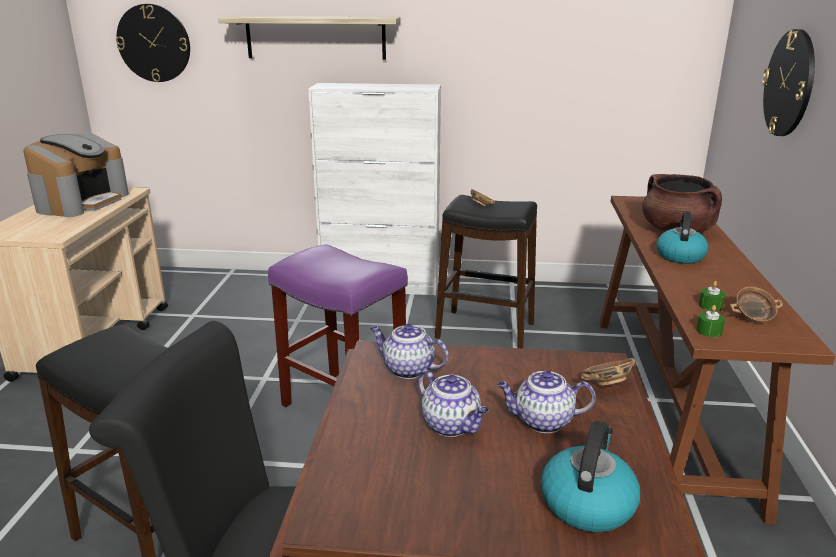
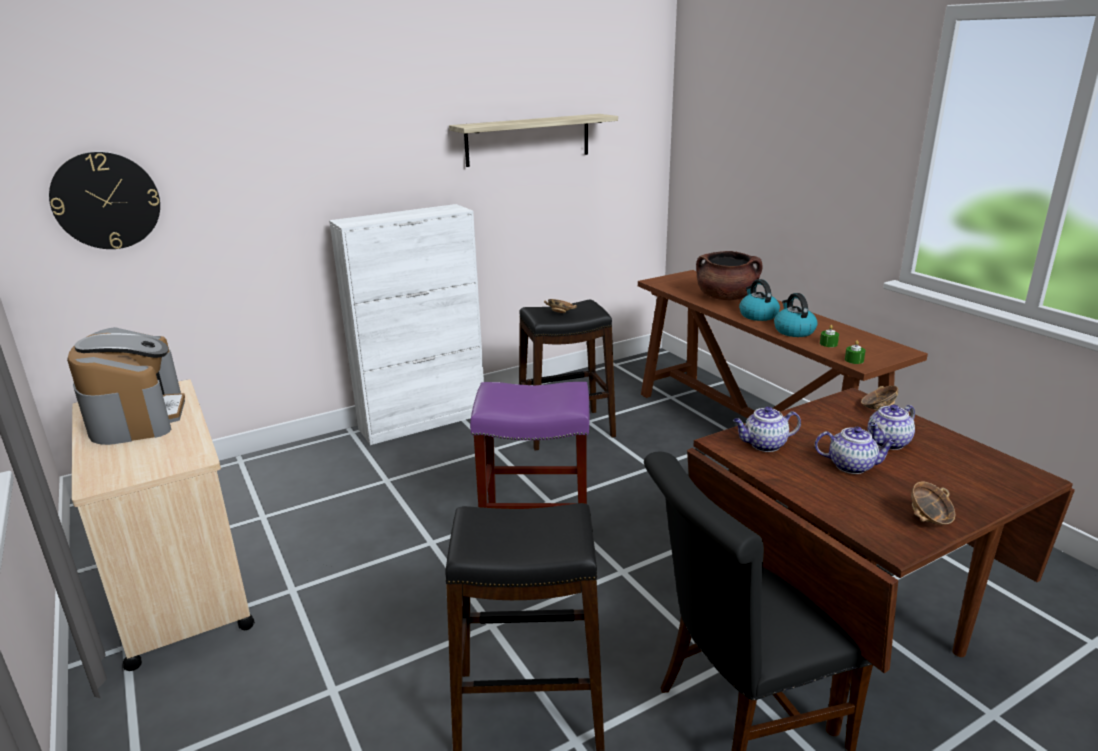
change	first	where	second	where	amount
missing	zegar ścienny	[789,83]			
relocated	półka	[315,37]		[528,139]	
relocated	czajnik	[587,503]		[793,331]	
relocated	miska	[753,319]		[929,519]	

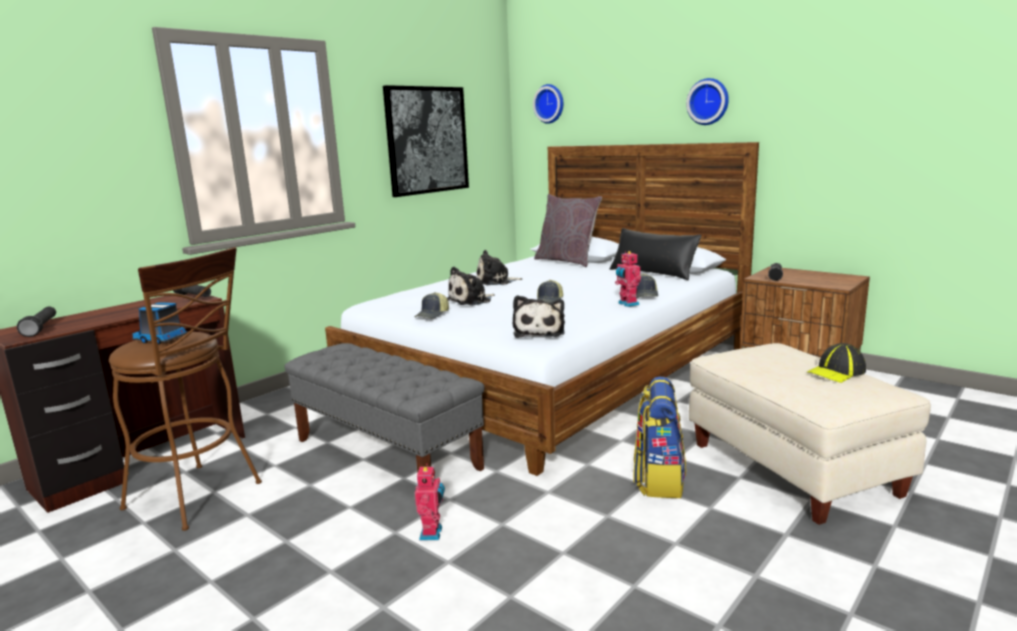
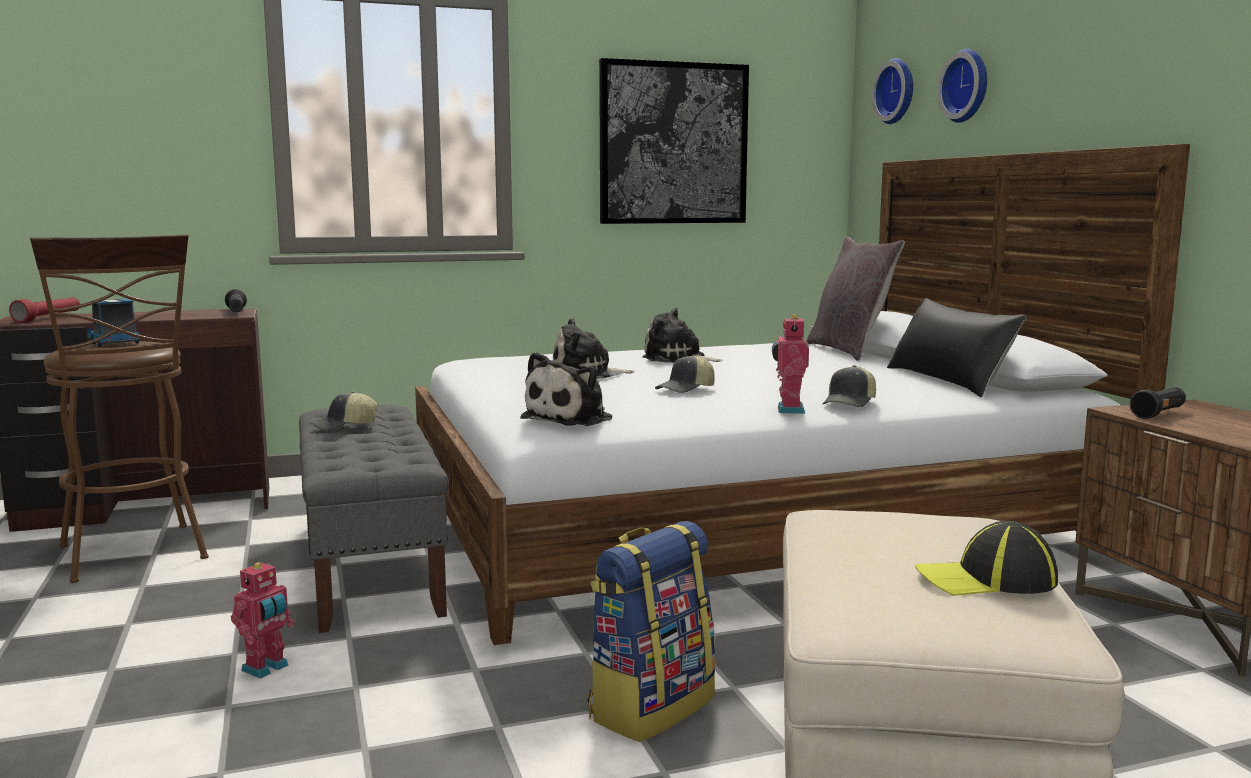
change	first	where	second	where	amount
relocated	czapka z daszkiem	[433,315]		[344,426]	
relocated	zegar ścienny	[708,101]		[968,86]	
colour	latarka/czarny	[41,328]	latarka/czerwony	[48,318]	

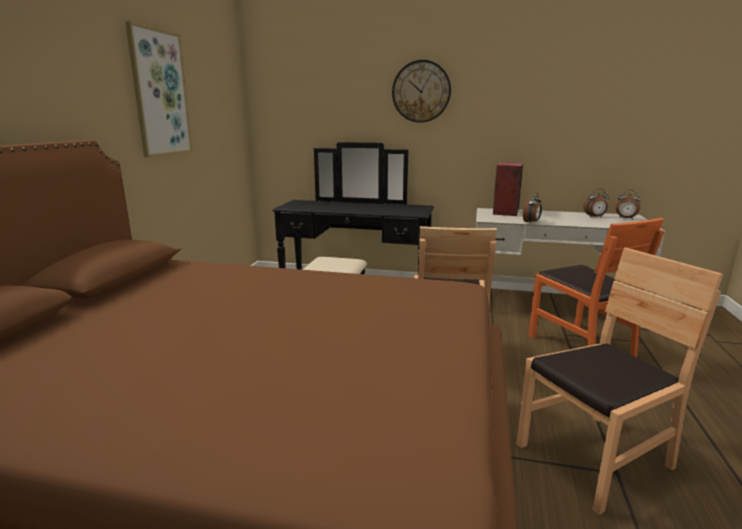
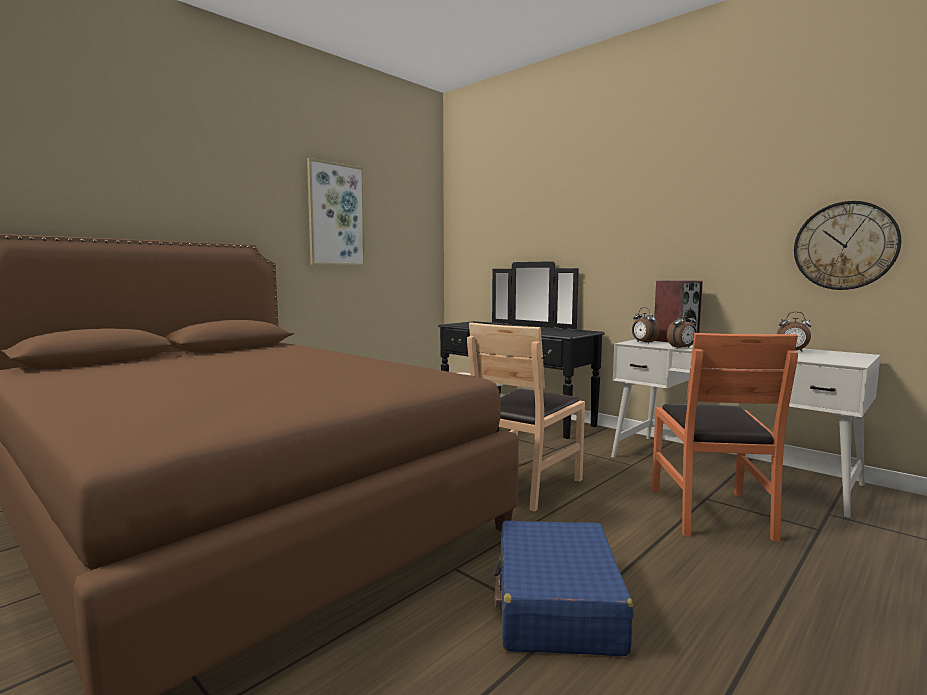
change	first	where	second	where	amount
relocated	zegar ścienny	[421,91]		[845,246]	
relocated	budzik	[625,218]		[643,342]	
exchanged	krzesło/brązowy	[595,458]	walizka/niebieski	[557,605]	

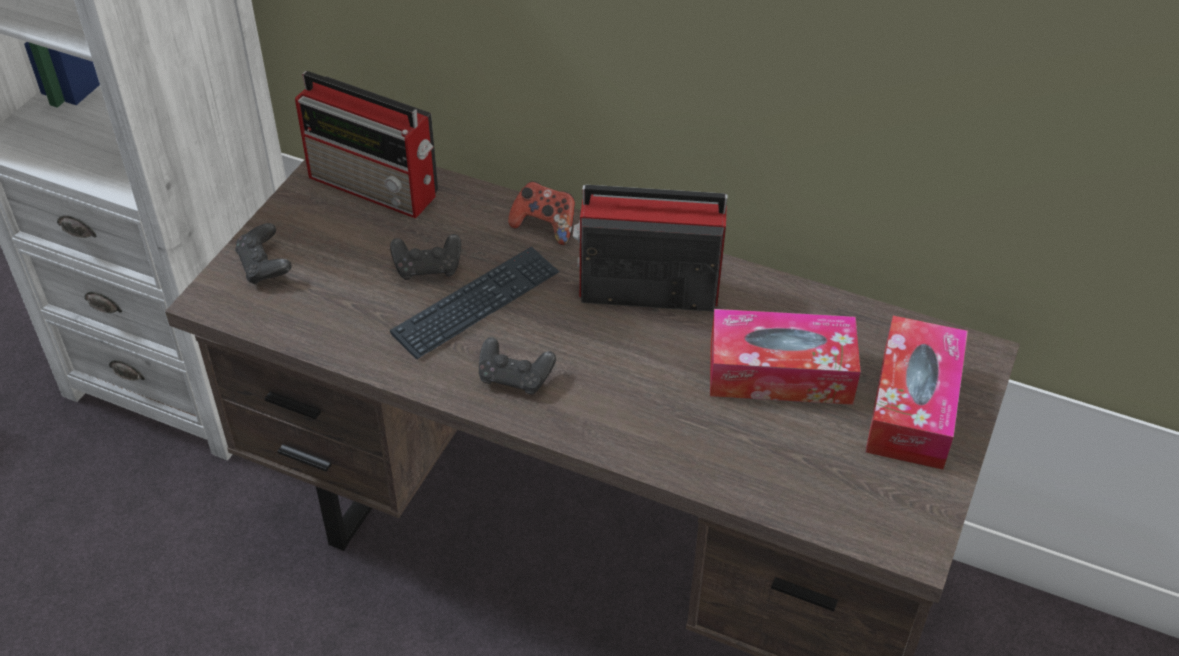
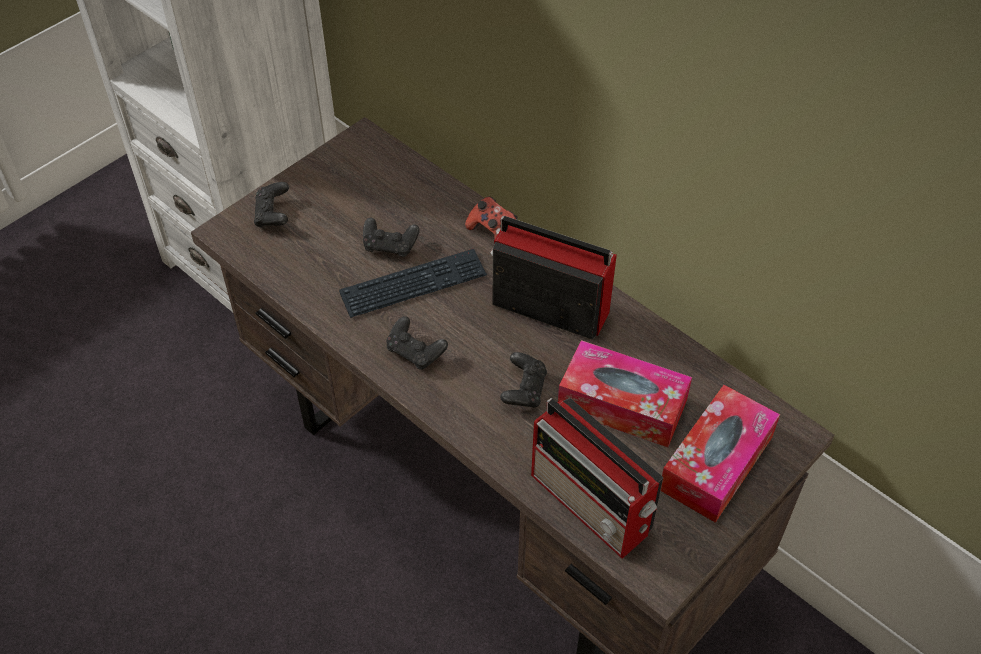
change	first	where	second	where	amount
appeared			pad do gier/czarny	[524,390]	
relocated	radio	[376,187]		[592,506]	

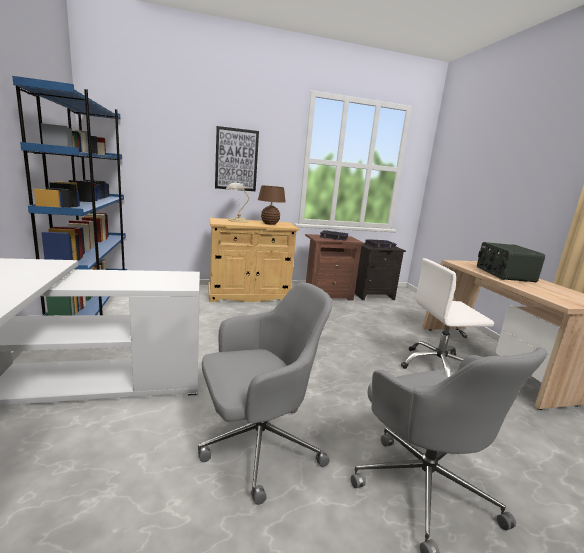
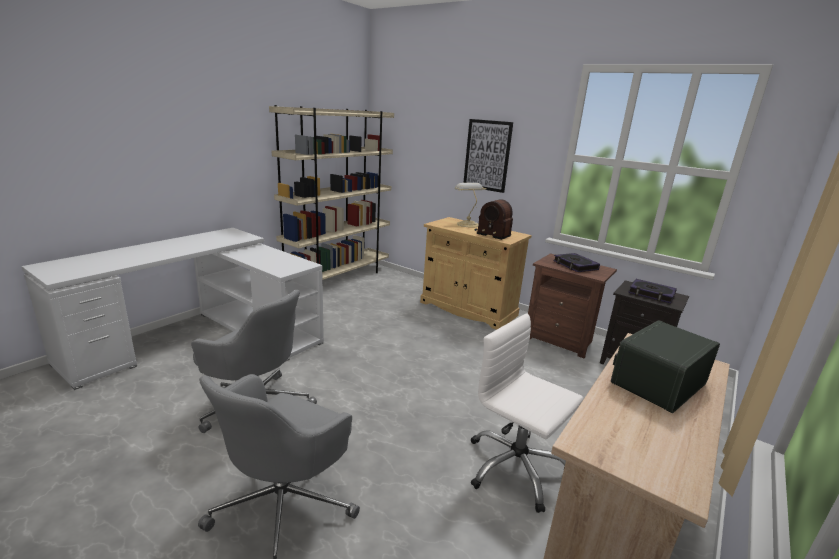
change	first	where	second	where	amount
exchanged	lampa stołowa/brązowy	[270,224]	radio	[492,233]	
colour	regał/niebieski	[93,306]	regał/beżowy	[338,278]	

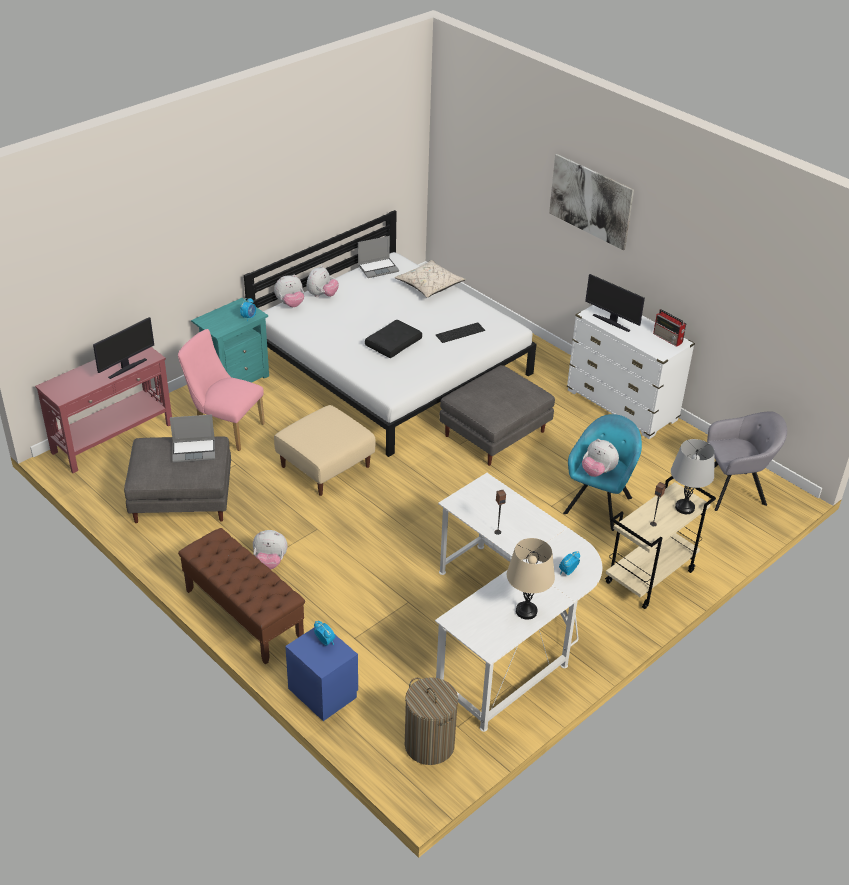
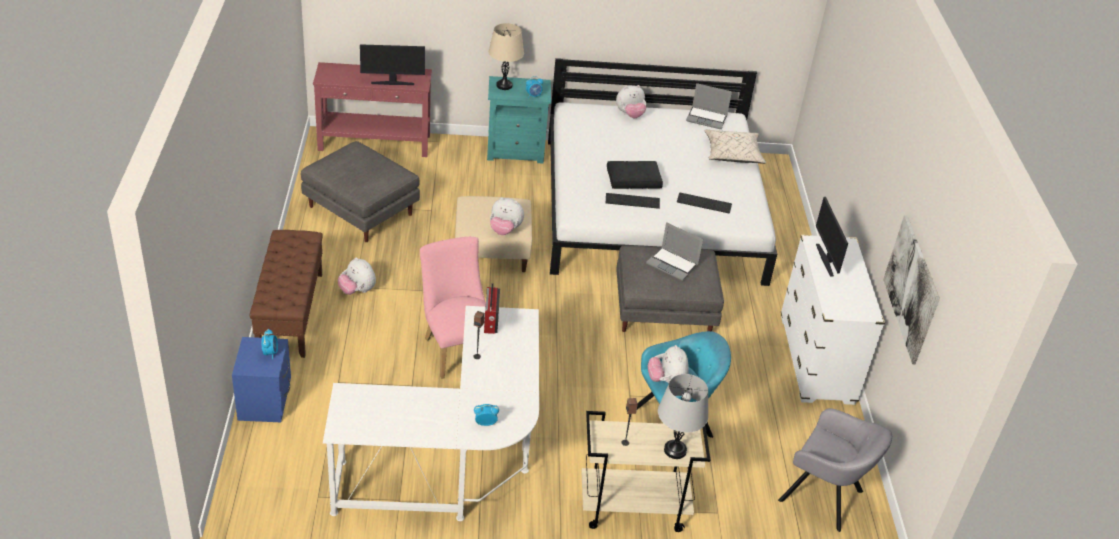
change	first	where	second	where	amount
missing	kosz na pranie	[429,744]			
appeared			klawiatura	[633,200]	
relocated	laptop	[194,451]		[673,264]	
relocated	krzesło/różowy	[225,428]		[456,349]	
relocated	pluszak	[290,304]		[505,230]	
relocated	lampa stołowa/beżowy	[526,611]		[504,86]	
relocated	obraz	[590,201]		[911,288]	
relocated	radio	[668,338]		[490,321]	

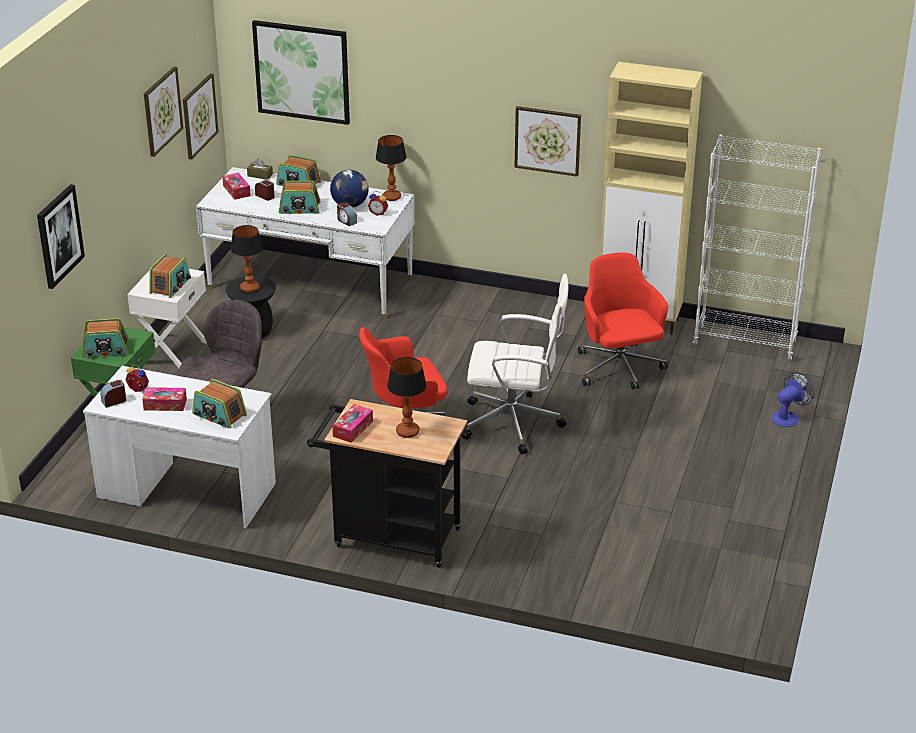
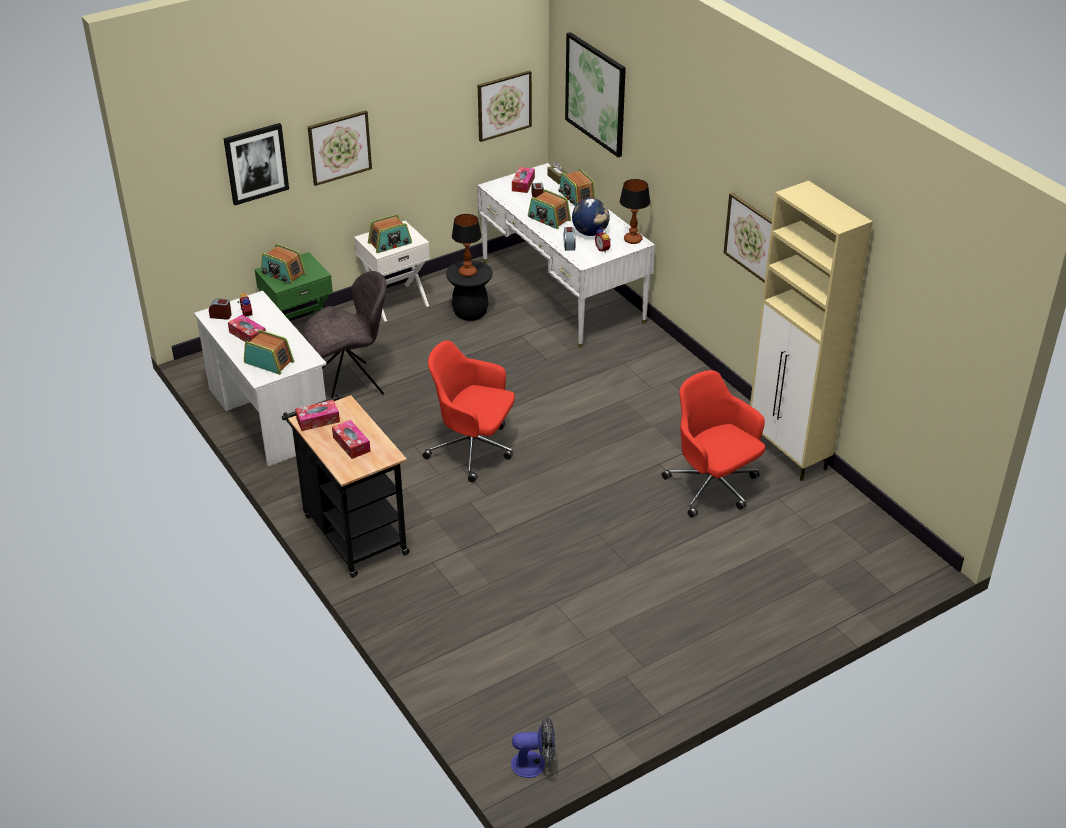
change	first	where	second	where	amount
missing	krzesło biurowe/biały	[515,423]			
missing	regał/biały	[745,342]			
relocated	obraz	[162,111]		[339,147]	
relocated	wentylator	[788,417]		[534,764]	
exchanged	lampa stołowa	[408,431]	pudełko chusteczek	[351,444]	
spun	radio	[219,415]		[269,362]	135 degrees clockwise
spun	krzesło biurowe/czerwony	[619,369]		[713,487]	60 degrees counterclockwise

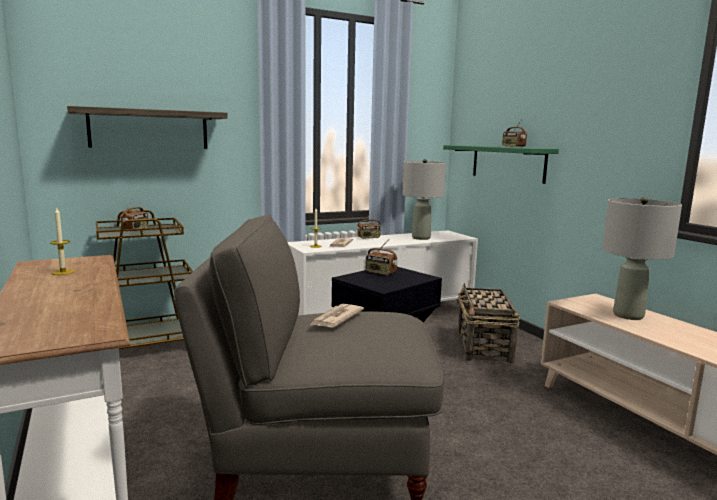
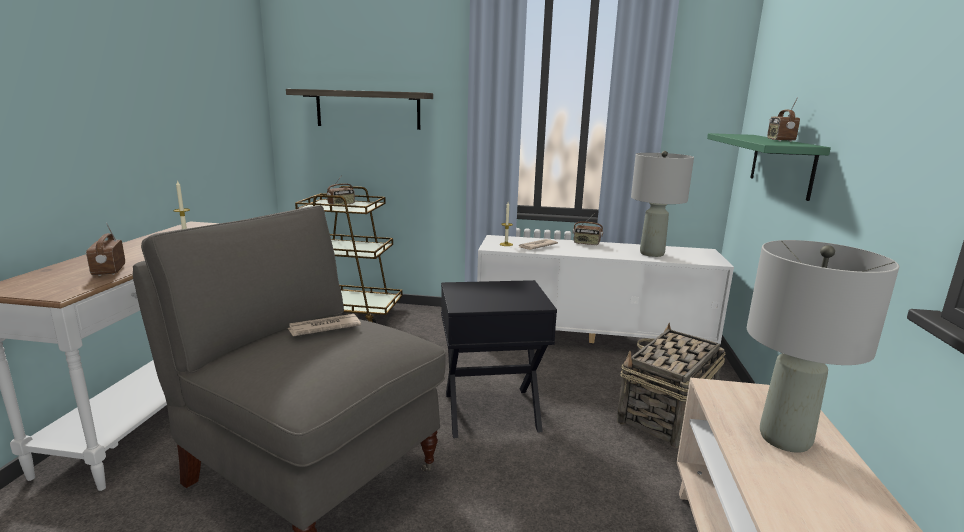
change	first	where	second	where	amount
relocated	radio	[380,273]		[108,270]	

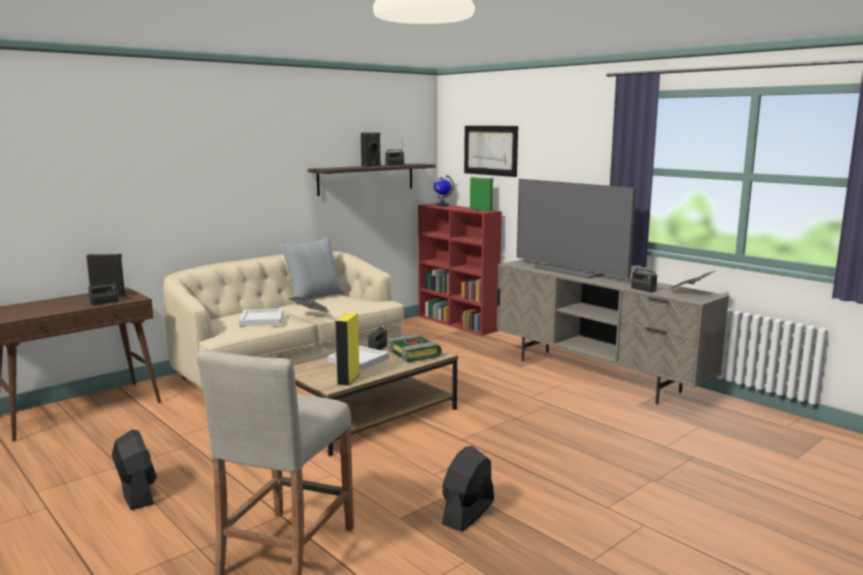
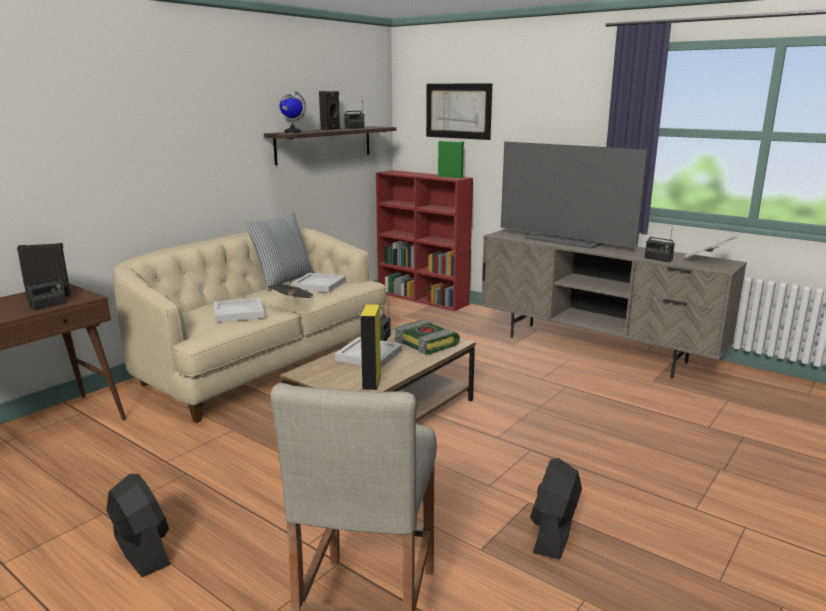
change	first	where	second	where	amount
appeared			taca/biały	[318,284]	
relocated	globus	[442,205]		[292,132]	

